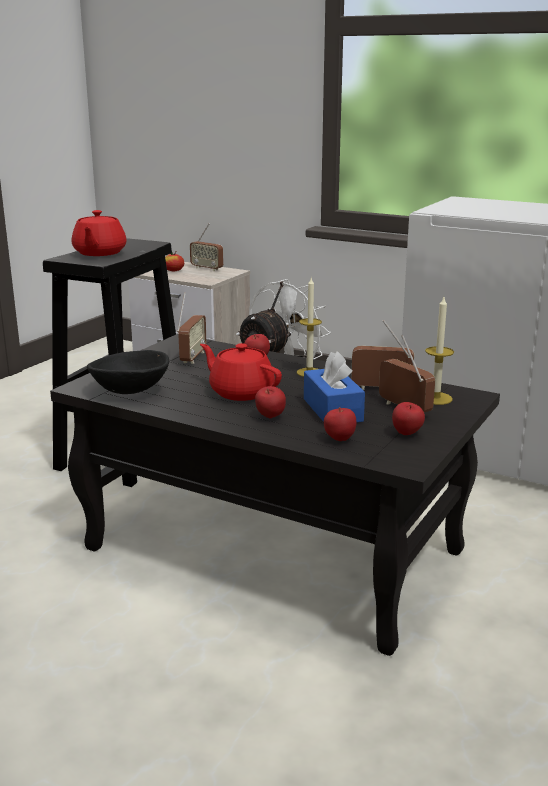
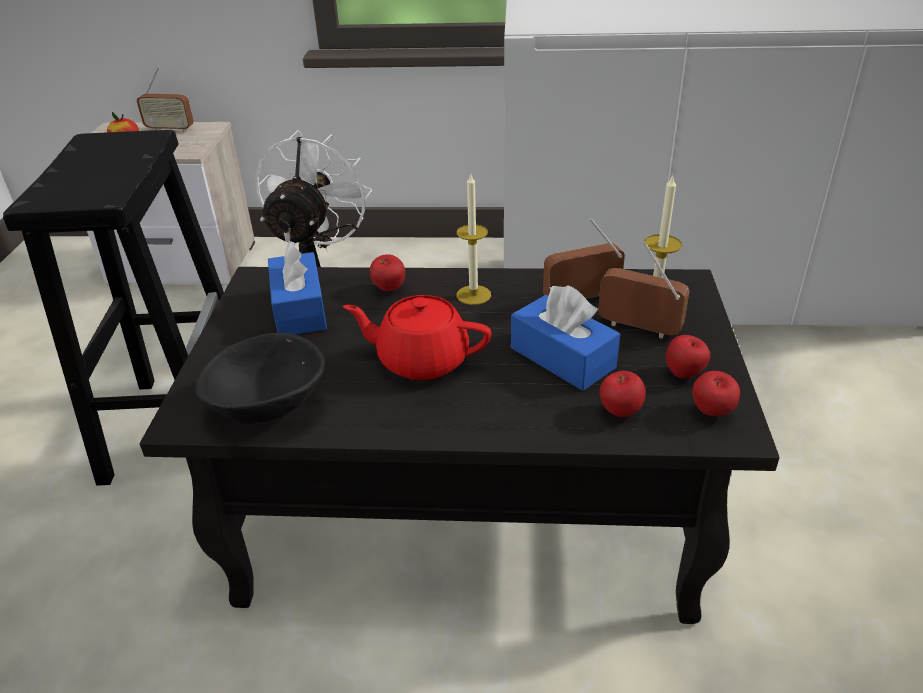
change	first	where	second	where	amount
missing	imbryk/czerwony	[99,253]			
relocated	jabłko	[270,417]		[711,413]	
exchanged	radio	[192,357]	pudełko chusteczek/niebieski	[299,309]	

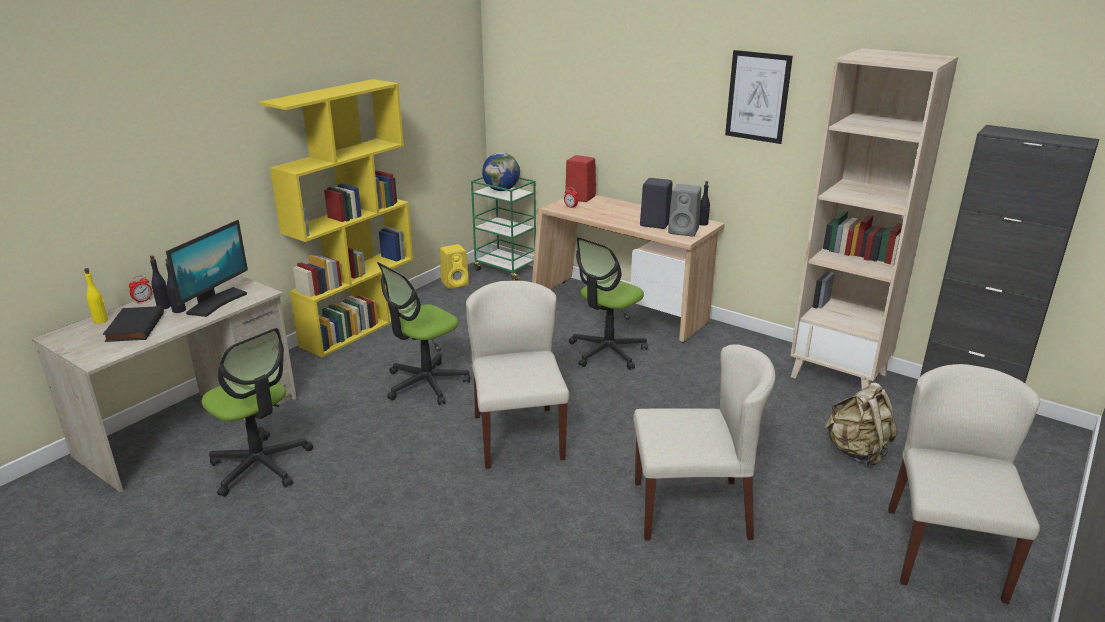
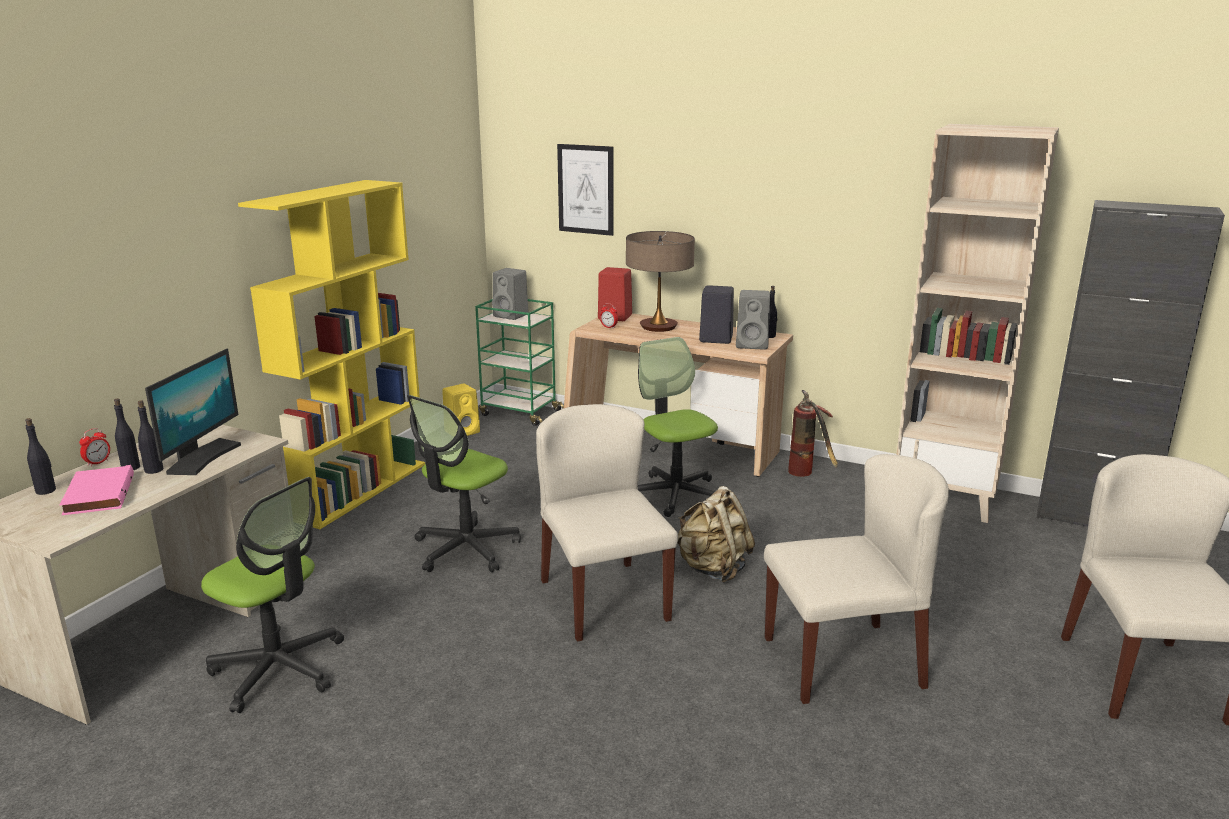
change	first	where	second	where	amount
appeared			lampa stołowa	[658,327]	
appeared			gaśnica	[808,474]	
relocated	obraz	[757,96]		[585,189]	
relocated	plecak/beżowy	[856,452]		[713,569]	
exchanged	globus	[501,190]	głośnik/szary	[512,315]	
colour	butelka/żółty	[101,321]	butelka/czarny	[46,490]	
colour	książka/czarny	[134,327]	książka/różowy	[97,495]	
spun	krzesło biurowe	[607,352]		[674,494]	120 degrees clockwise

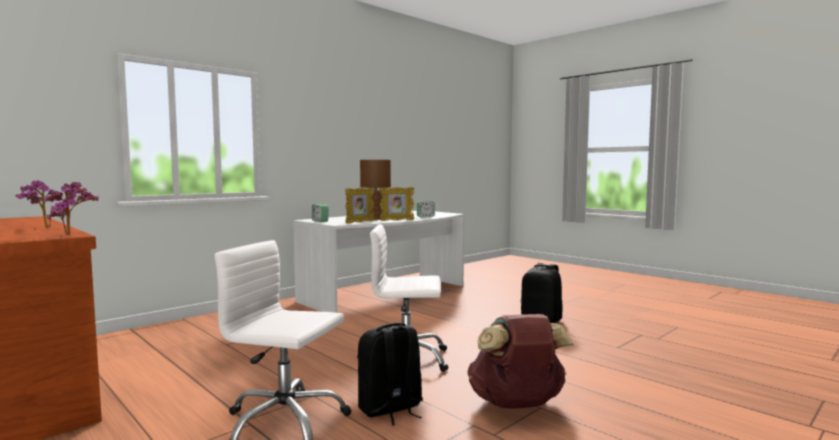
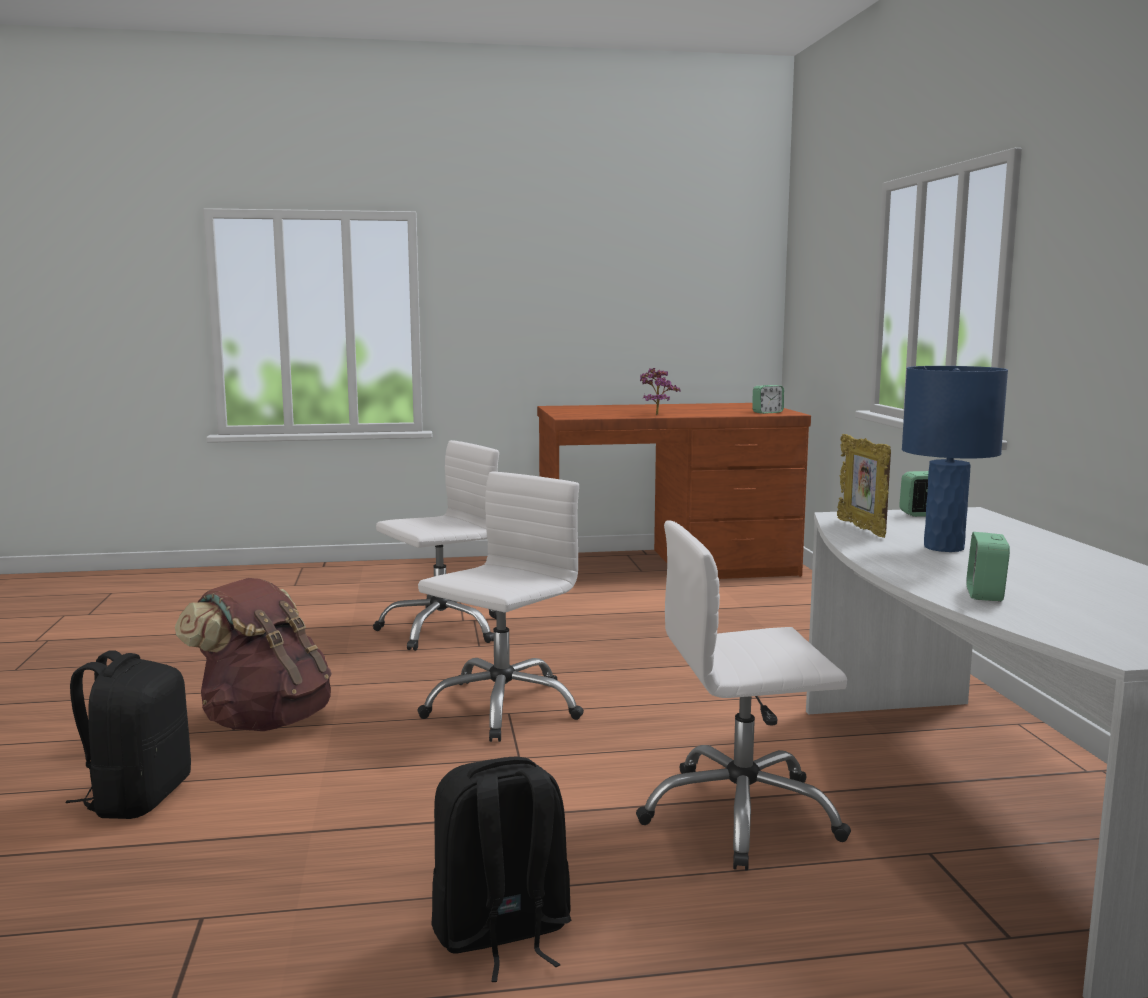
change	first	where	second	where	amount
missing	roślina doniczkowa	[72,235]			
missing	ramka na zdjęcie	[397,220]			
appeared			krzesło biurowe/biały	[741,815]	
appeared			budzik	[767,412]	
relocated	plecak/czarny	[390,409]		[137,798]	
colour	lampa stołowa/brązowy	[376,219]	lampa stołowa/niebieski	[944,547]	

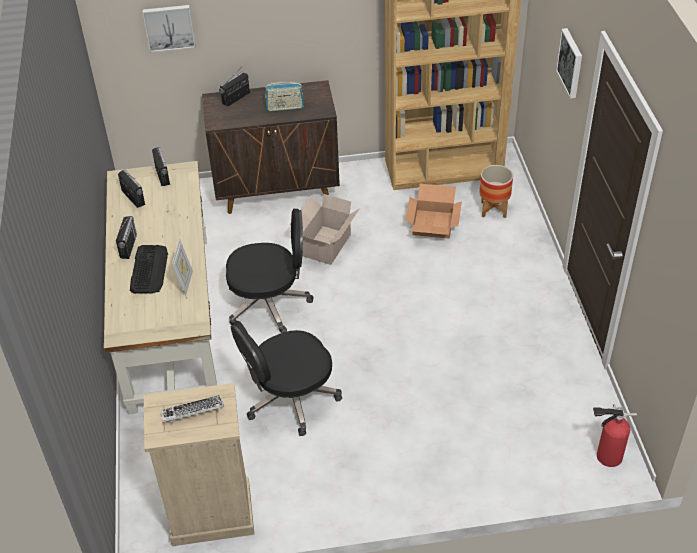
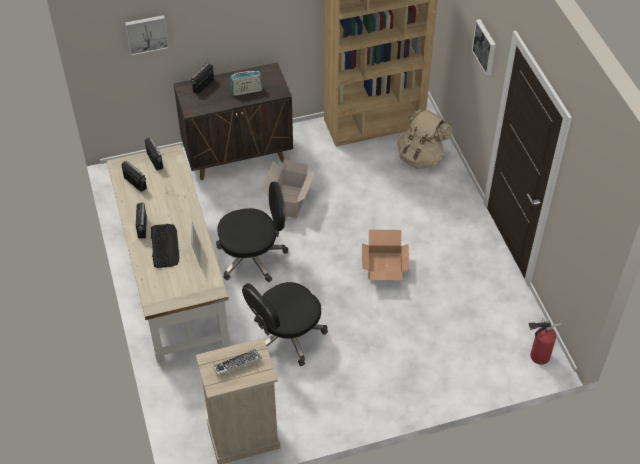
change	first	where	second	where	amount
relocated	karton	[433,224]		[385,266]	
exchanged	donica	[493,209]	plecak/beżowy	[421,157]	

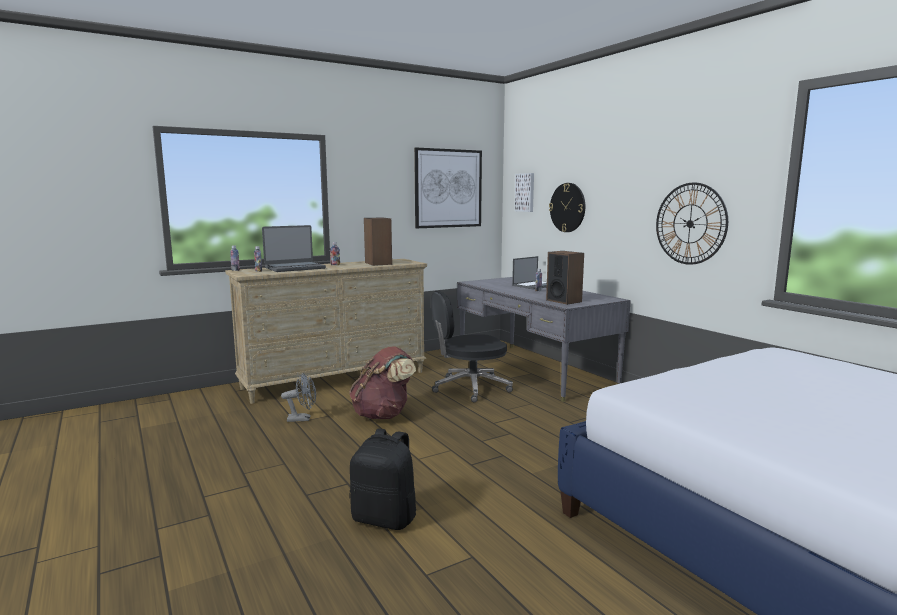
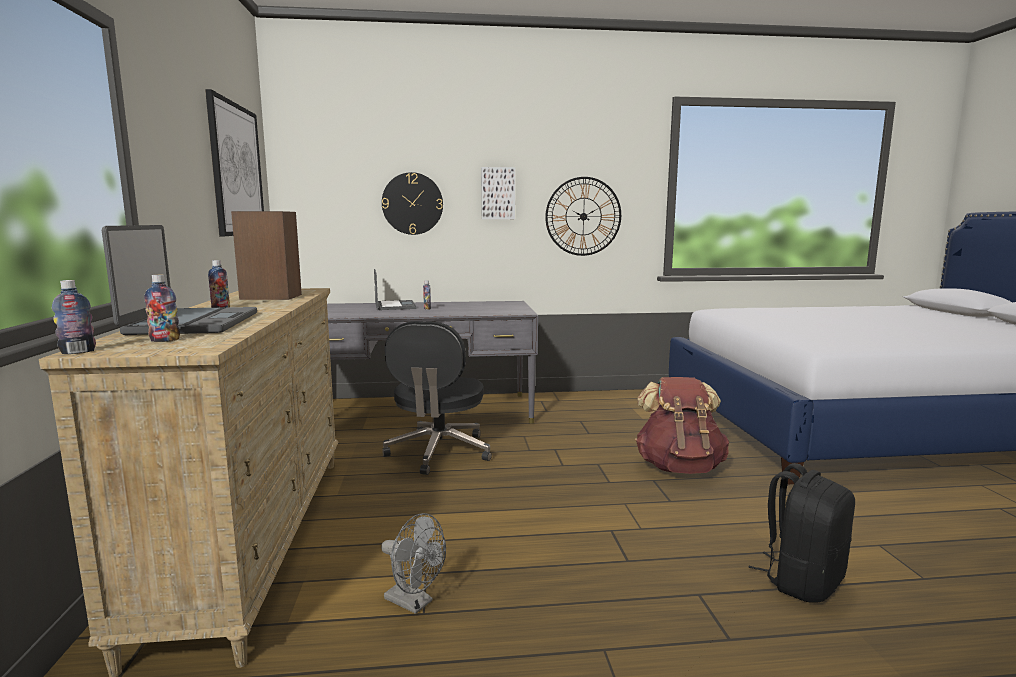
change	first	where	second	where	amount
missing	głośnik	[564,301]			
relocated	plecak/brązowy	[383,415]		[679,467]	
relocated	obraz	[525,192]		[498,193]	
spun	wentylator/szary	[303,419]		[414,602]	105 degrees clockwise

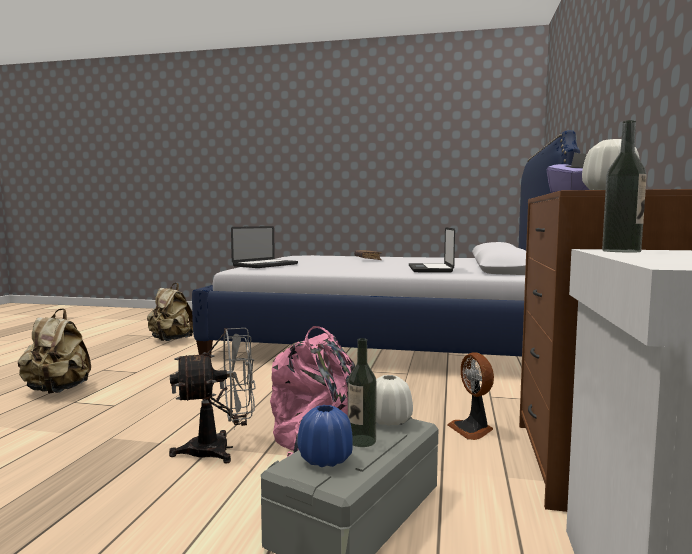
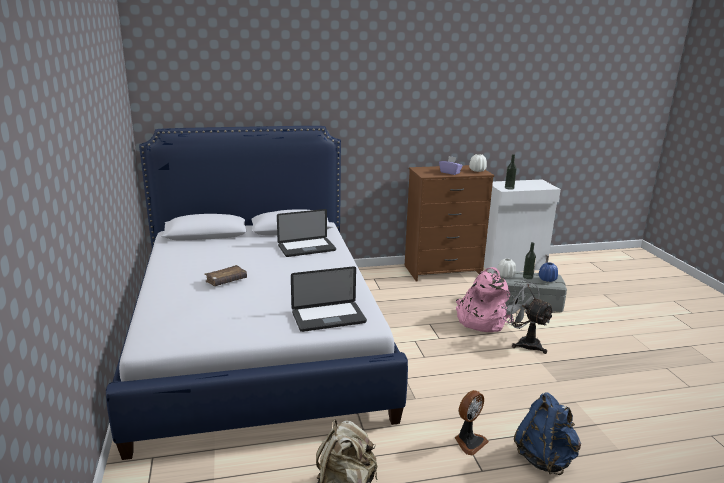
change	first	where	second	where	amount
relocated	wentylator	[472,429]		[469,442]	
colour	plecak/beżowy	[57,391]	plecak/niebieski	[545,458]	
spun	laptop	[265,265]		[328,318]	150 degrees clockwise

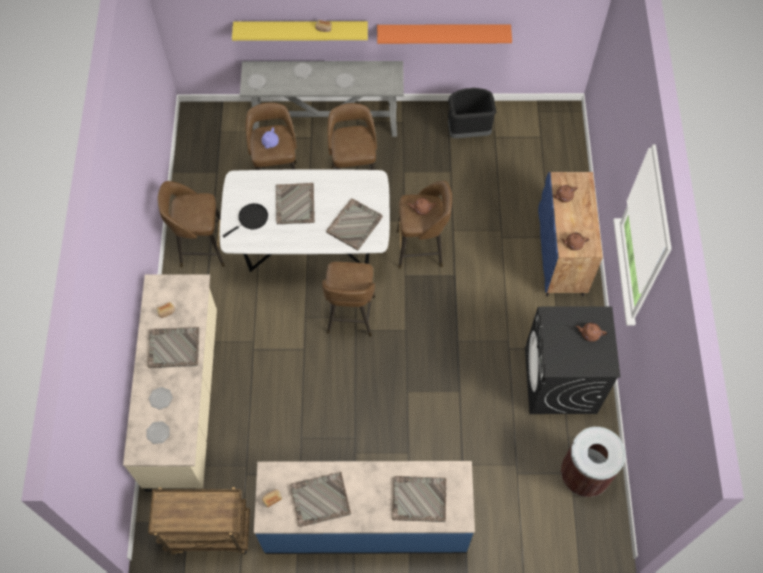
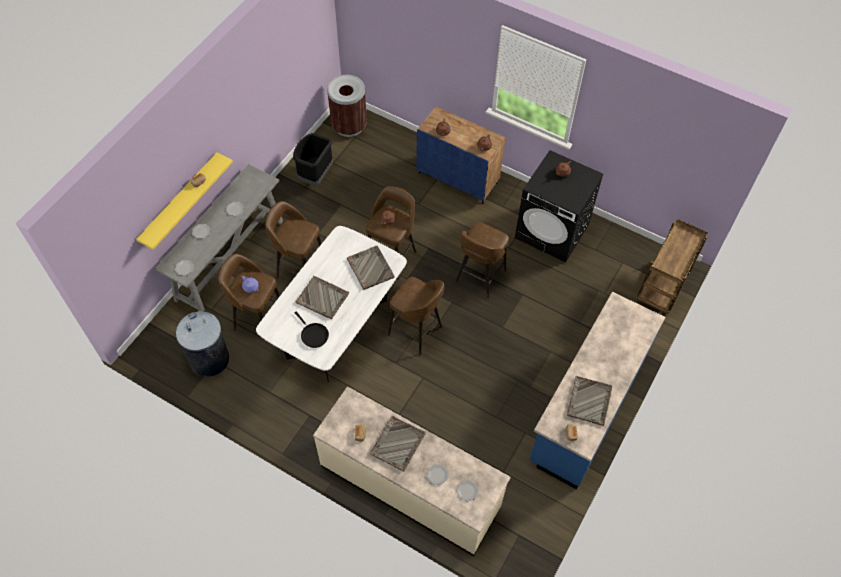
change	first	where	second	where	amount
missing	półka/pomarańczowy	[443,32]			
missing	taca/szary	[418,499]			
appeared			kosz na śmieci/szary	[209,359]	
relocated	wózek/brązowy	[208,533]		[663,288]	
relocated	stołek/brązowy	[201,248]		[479,277]	
relocated	kosz na śmieci/brązowy	[584,474]		[349,126]	
spun	patelnia/czarny	[251,219]		[313,335]	150 degrees clockwise

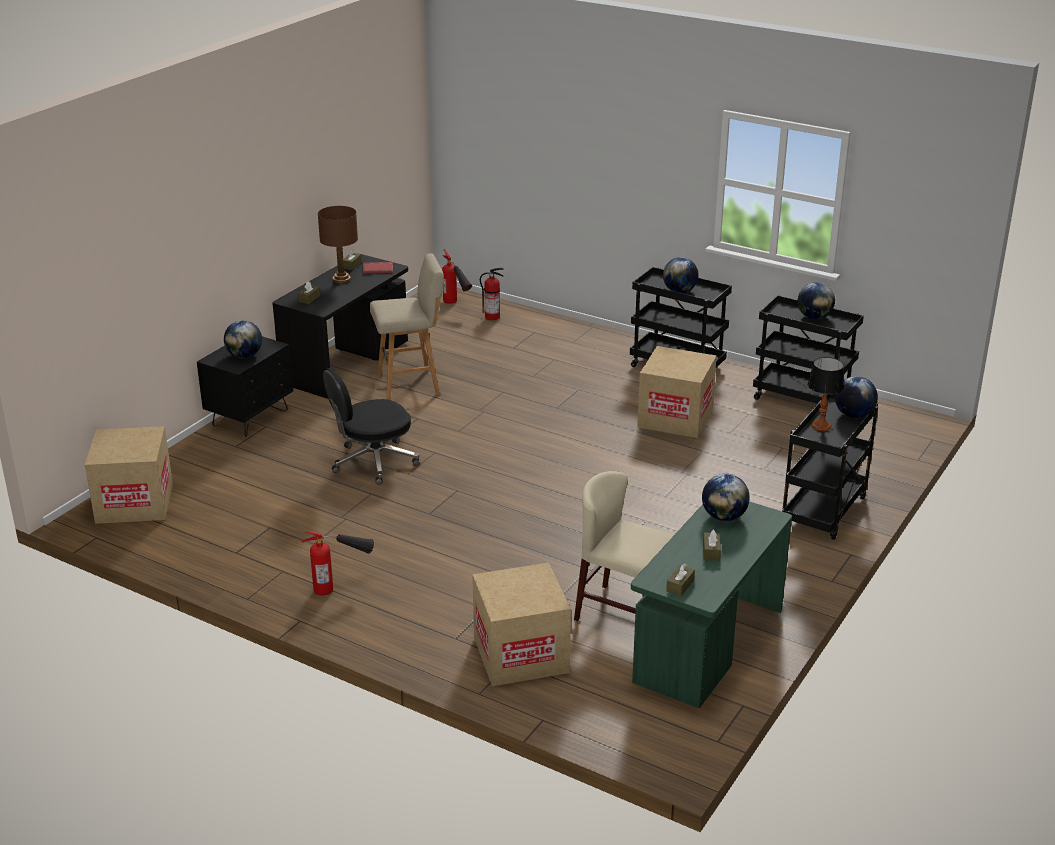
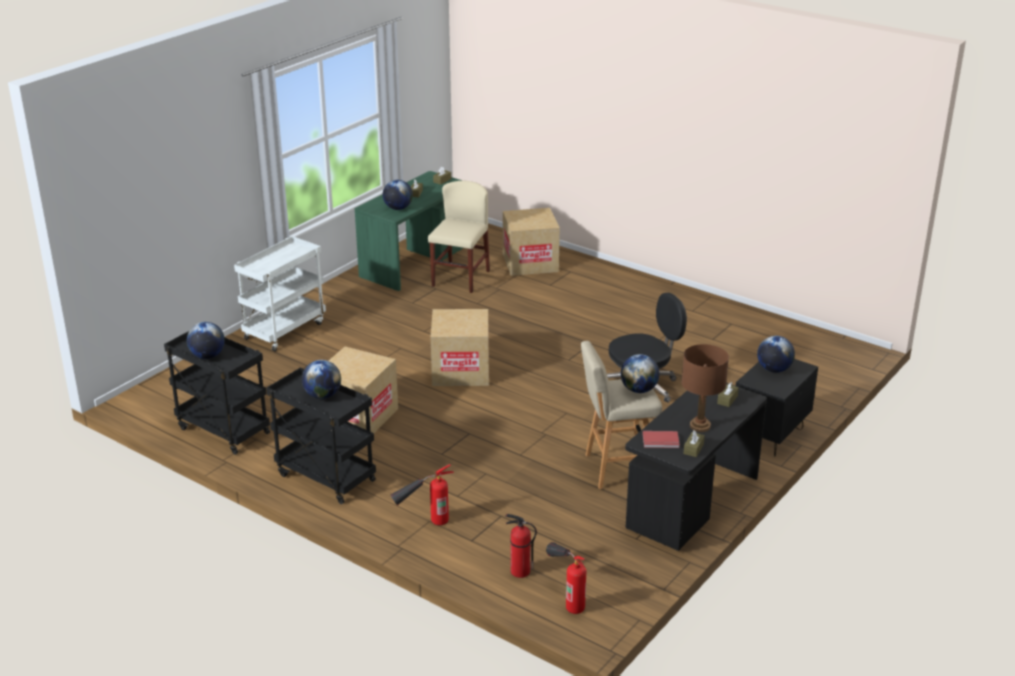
change	first	where	second	where	amount
missing	lampa stołowa	[821,426]			
relocated	karton	[134,503]		[460,371]	
relocated	gaśnica	[341,585]		[423,523]	
relocated	globus	[853,415]		[639,390]	
colour	wózek/czarny	[824,513]	wózek/biały	[285,330]	
spun	krzesło/beżowy	[624,614]		[460,278]	105 degrees counterclockwise

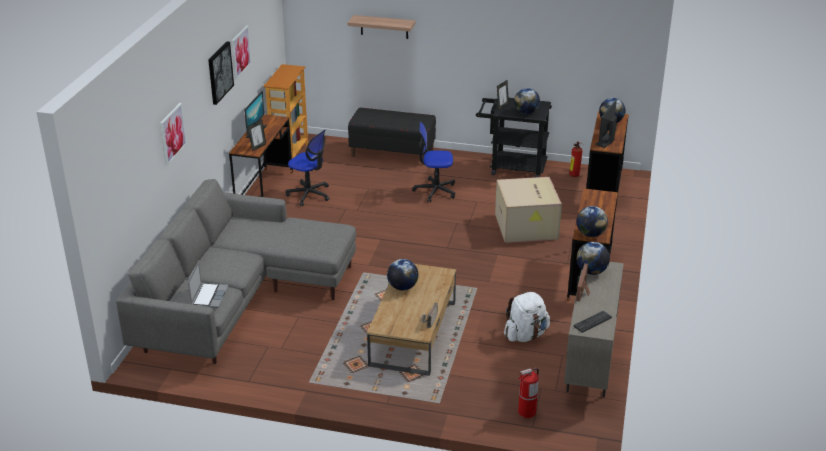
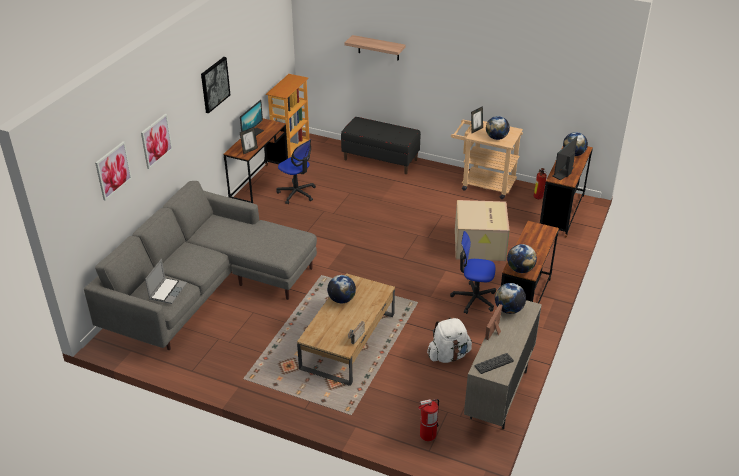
change	first	where	second	where	amount
relocated	obraz	[240,52]		[113,170]	
relocated	krzesło biurowe	[435,191]		[474,299]	
colour	wózek/czarny	[512,167]	wózek/beżowy	[483,184]	

